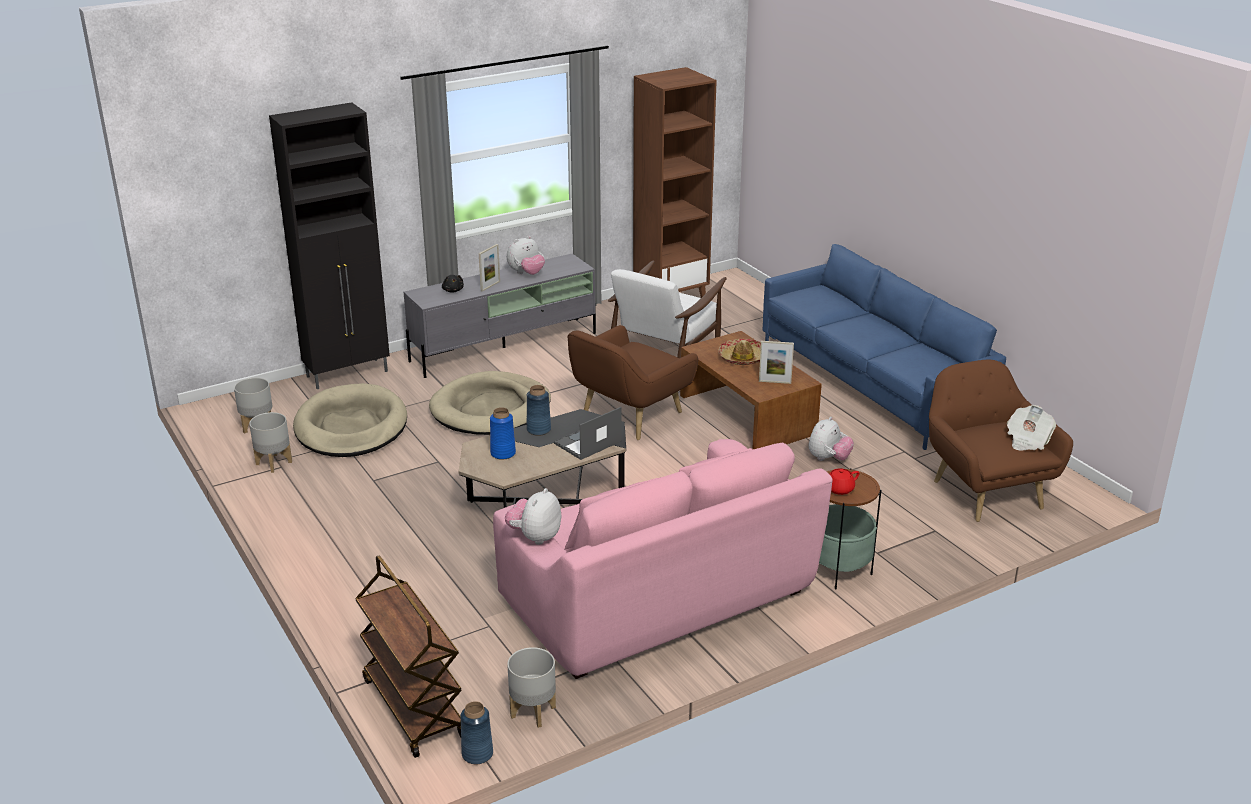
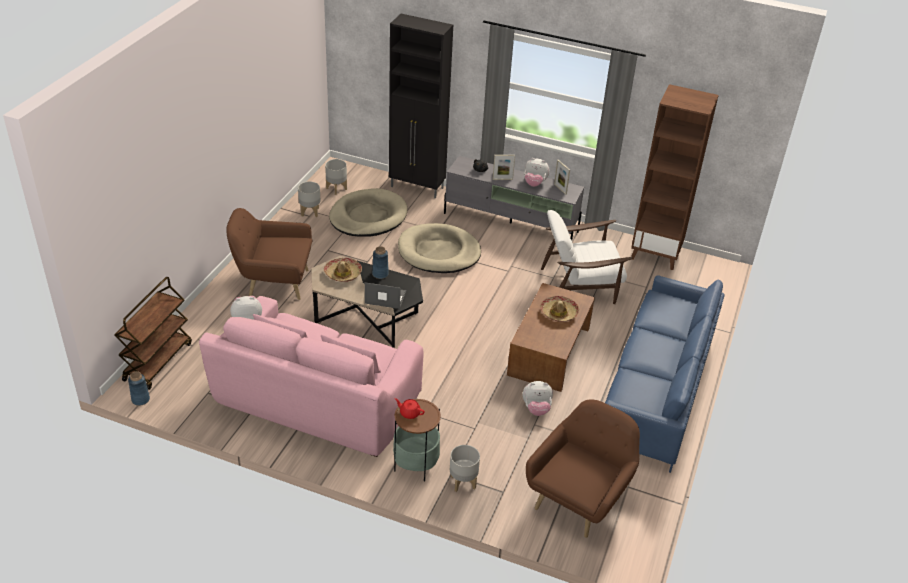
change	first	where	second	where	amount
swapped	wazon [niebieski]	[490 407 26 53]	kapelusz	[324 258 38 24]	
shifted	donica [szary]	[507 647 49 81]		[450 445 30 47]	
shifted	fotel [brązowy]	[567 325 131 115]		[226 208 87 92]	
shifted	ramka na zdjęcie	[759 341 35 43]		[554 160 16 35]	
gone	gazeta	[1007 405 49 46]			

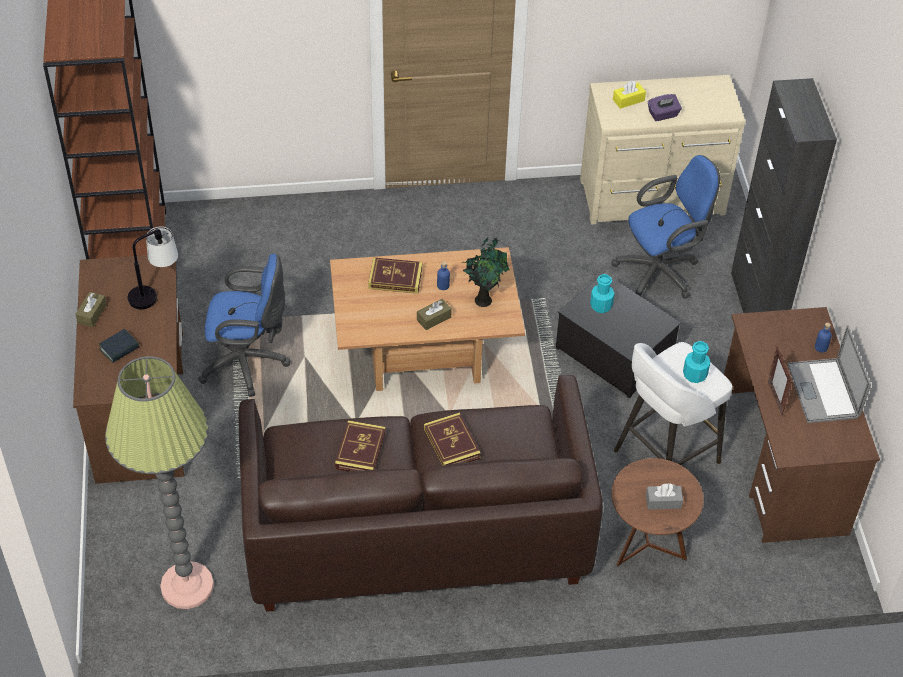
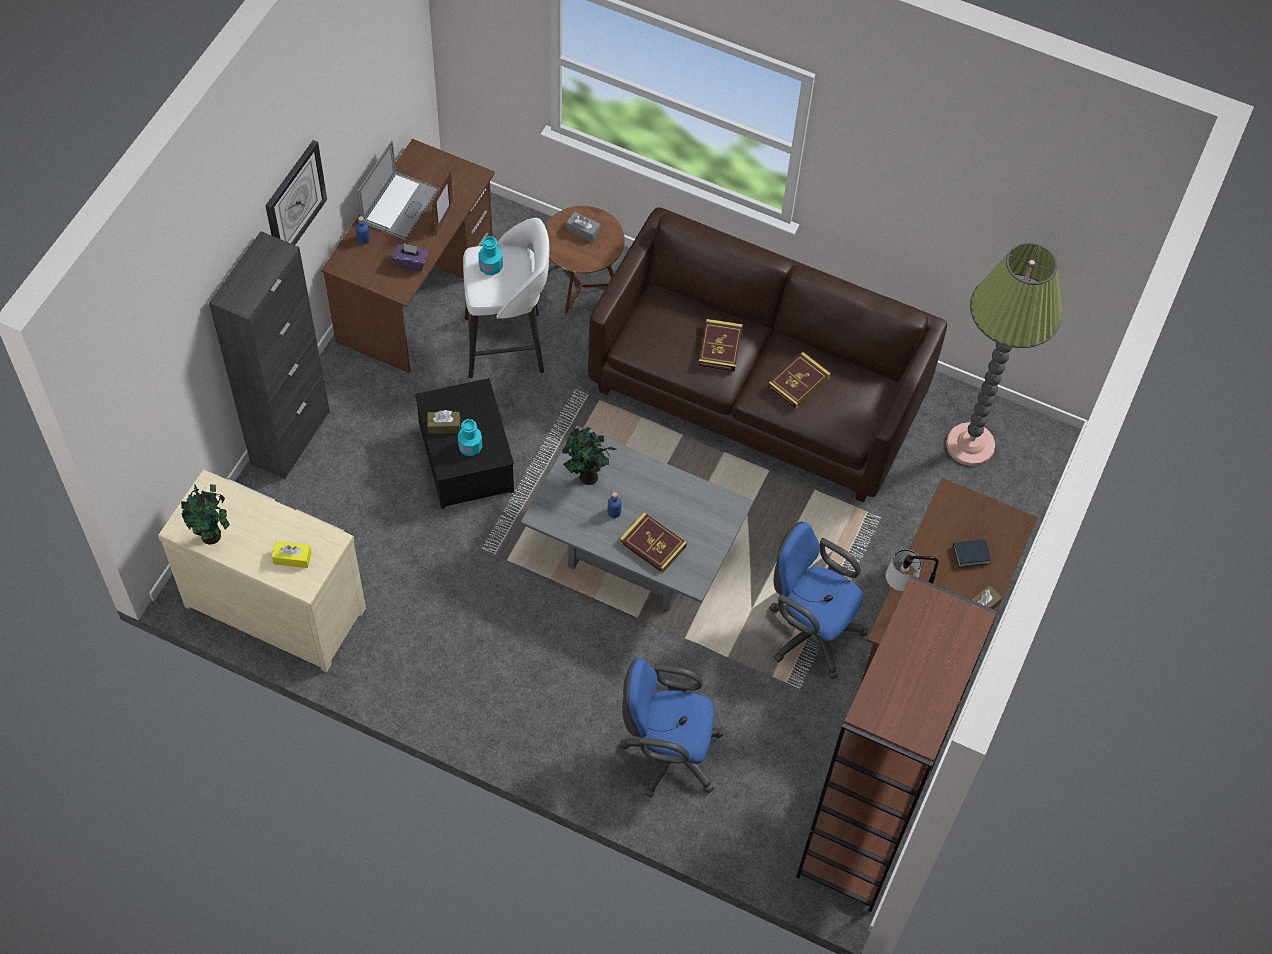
change	first	where	second	where	amount
repainted	ława [brązowy]	[330 247 195 144]	ława [szary]	[521 426 233 185]	
shifted	pudełko chusteczek [brązowy]	[417 299 35 31]		[427 410 33 24]	
shifted	krzesło biurowe [niebieski]	[611 155 109 144]		[620 658 104 140]	
shifted	pudełko chusteczek [fioletowy]	[648 94 34 27]		[391 243 37 29]	
new			roślina doniczkowa	[181 484 49 60]	
new			zegar ścienny	[265 140 62 105]	

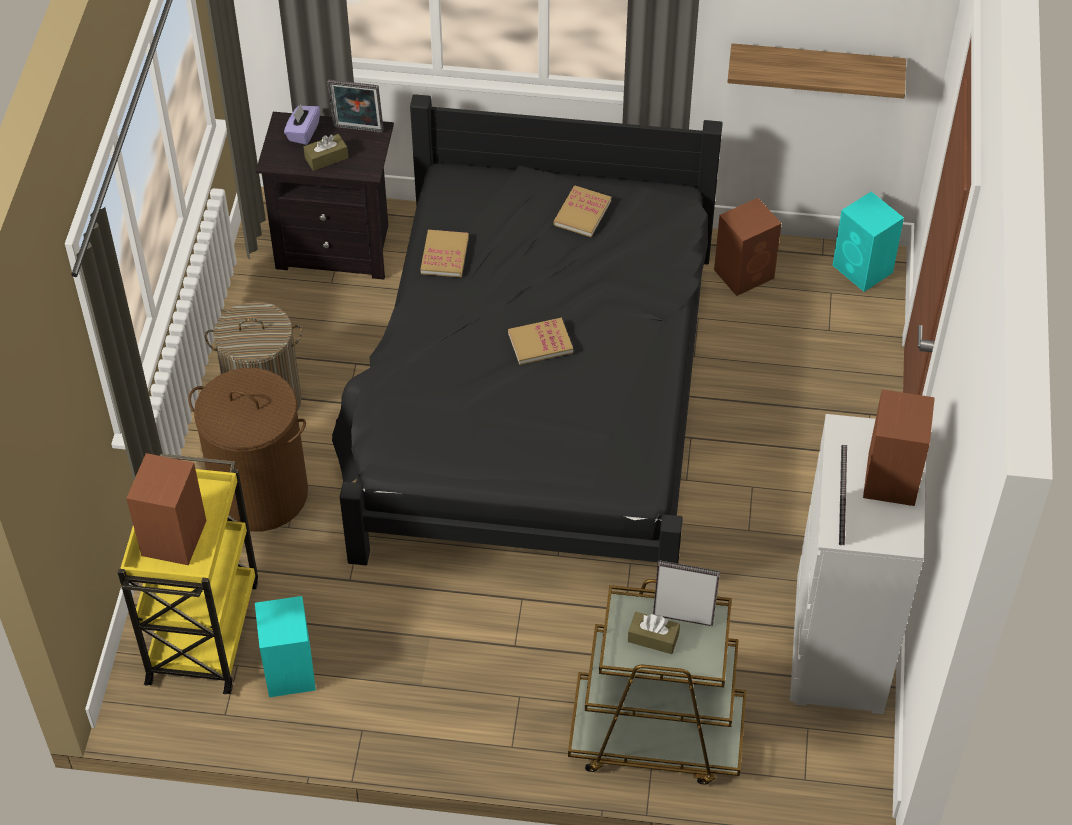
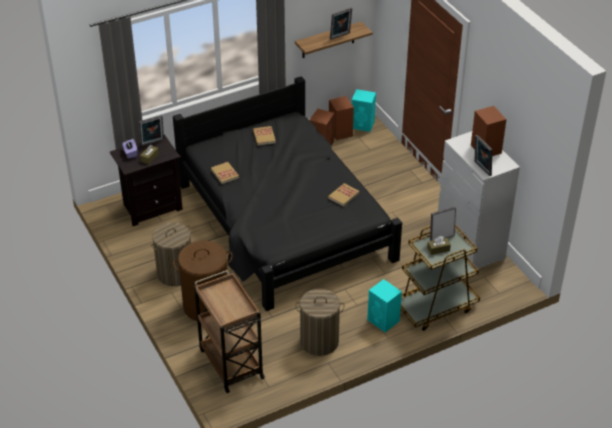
change	first	where	second	where	amount
repainted	wózek [żółty]	[118 454 140 240]	wózek [brązowy]	[194 270 71 123]	
shifted	głośnik [brązowy]	[126 453 80 112]		[329 96 25 44]	
shifted	głośnik [turkusowy]	[255 596 61 101]		[367 279 35 53]	
shifted	książka	[508 318 65 47]		[328 183 31 24]	
new			kosz na pranie	[295 289 50 67]	
new			ramka na zdjęcie	[330 7 22 33]	

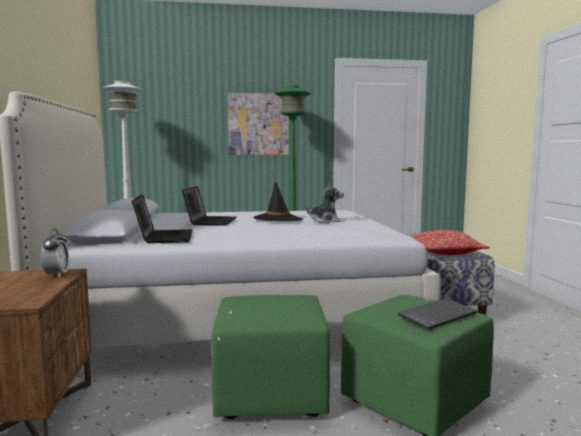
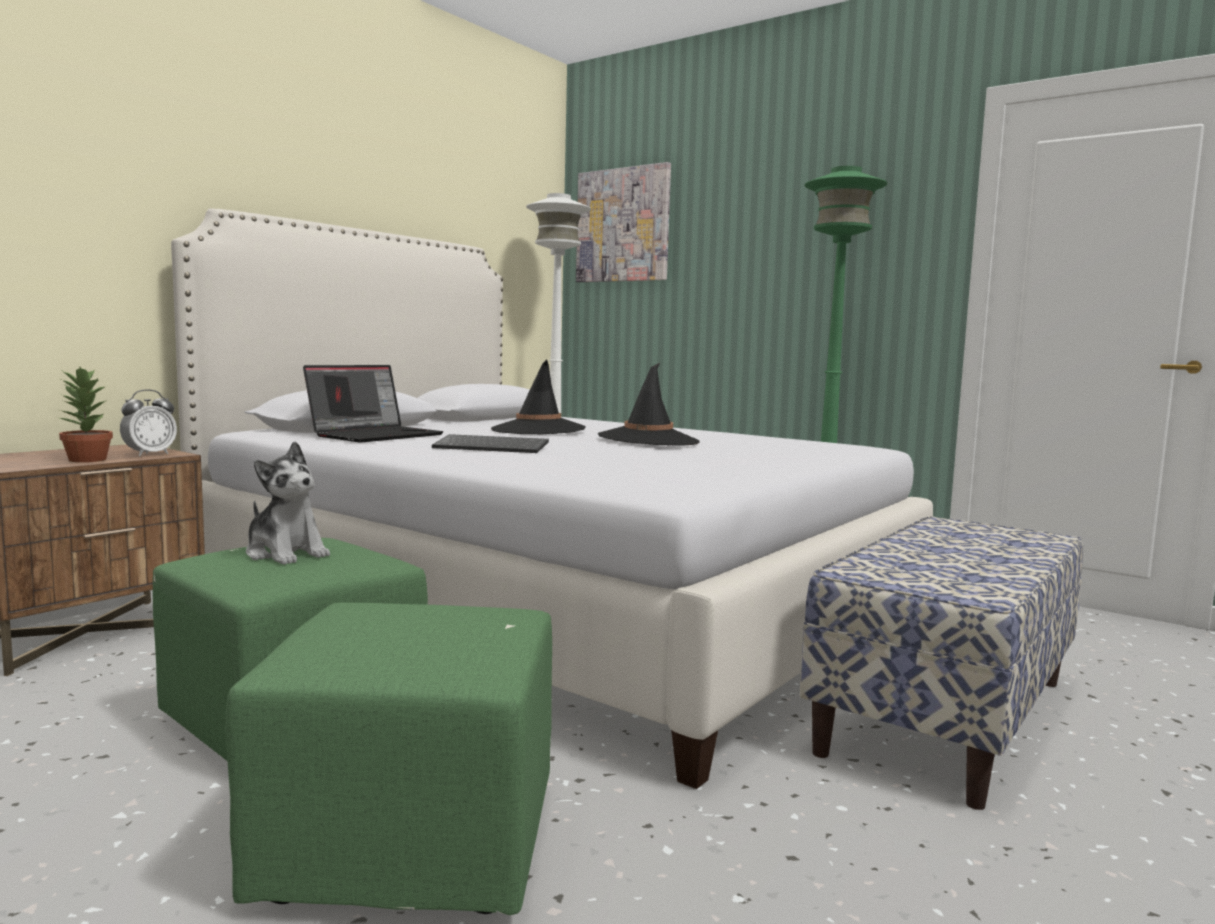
change	first	where	second	where	amount
swapped	laptop	[182 186 55 40]	kapelusz [czarny]	[491 359 95 75]	
shifted	obraz	[228 93 61 62]		[576 162 95 120]	
shifted	pluszak	[305 181 39 42]		[246 441 84 124]	
shifted	klawiatura	[398 298 79 32]		[432 434 117 19]	
gone	poduszka	[411 230 78 25]			
new			roślina doniczkowa	[59 367 54 95]	

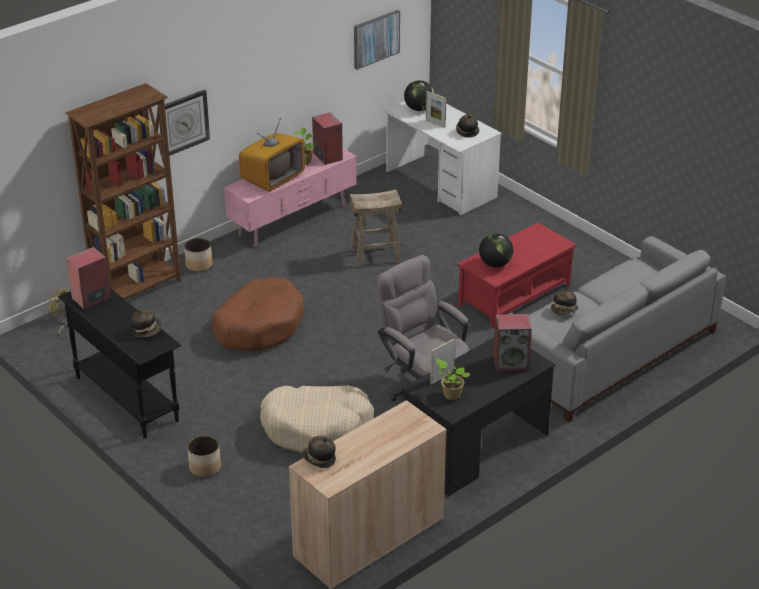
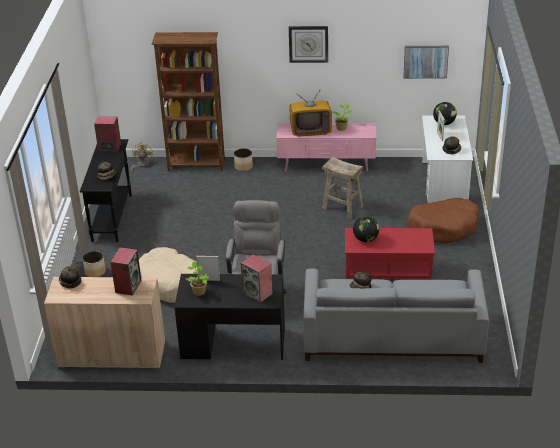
change	first	where	second	where	amount
shifted	zegar ścienny	[159 90 51 66]		[289 26 39 37]	
shifted	legowisko [brązowy]	[212 277 92 74]		[407 198 72 46]	
shifted	głośnik	[312 112 31 53]		[111 247 31 49]	

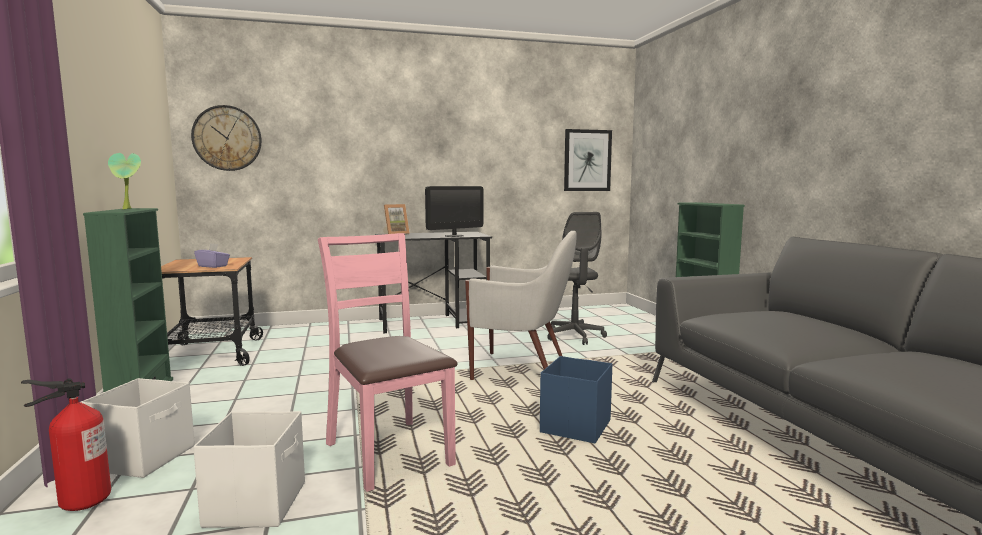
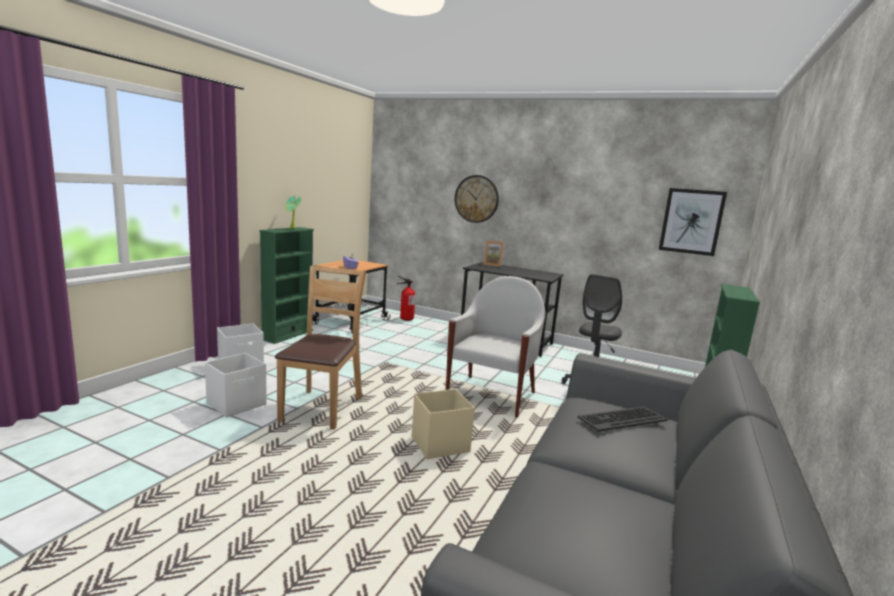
change	first	where	second	where	amount
shifted	gaśnica	[21 378 90 133]		[397 276 18 45]	
shifted	zegar ścienny	[191 105 71 66]		[455 175 44 48]	
repainted	krzesło [różowy]	[318 233 140 259]	krzesło [brązowy]	[275 266 91 164]	
gone	monitor	[425 186 58 51]			
rotated	fotel [biały]	[465 231 112 149]		[446 276 99 142]	120 degrees counterclockwise
repainted	pojemnik do przechowywania [niebieski]	[540 356 72 87]	pojemnik do przechowywania [beżowy]	[412 389 63 70]	
new			klawiatura	[578 406 90 26]	

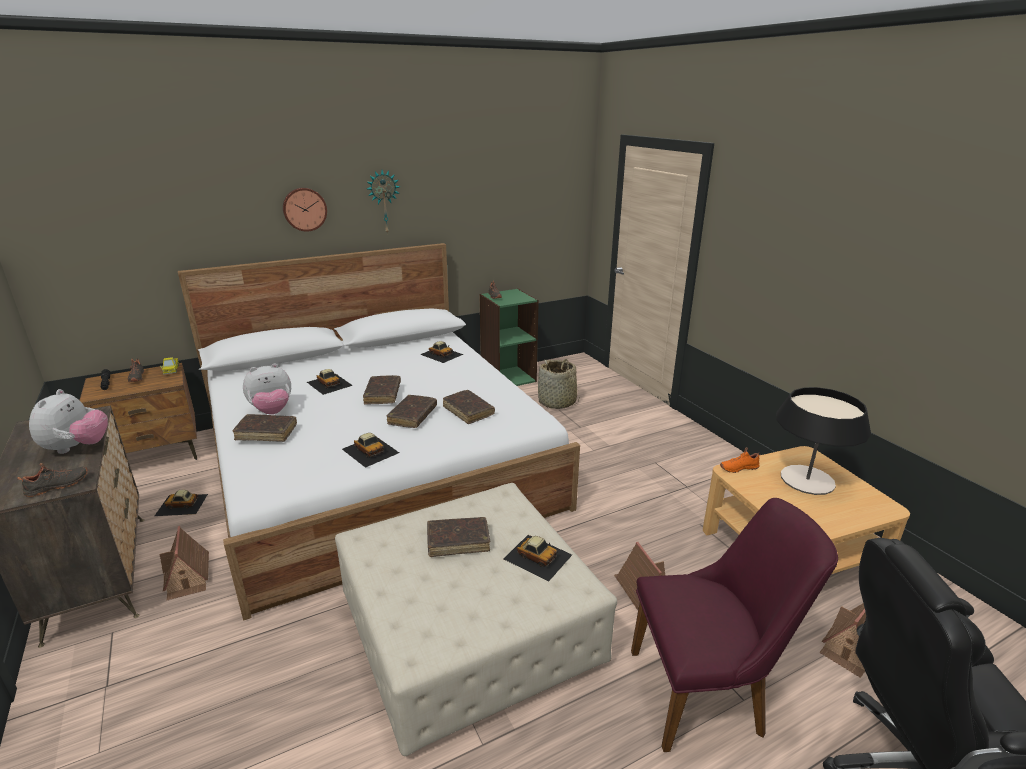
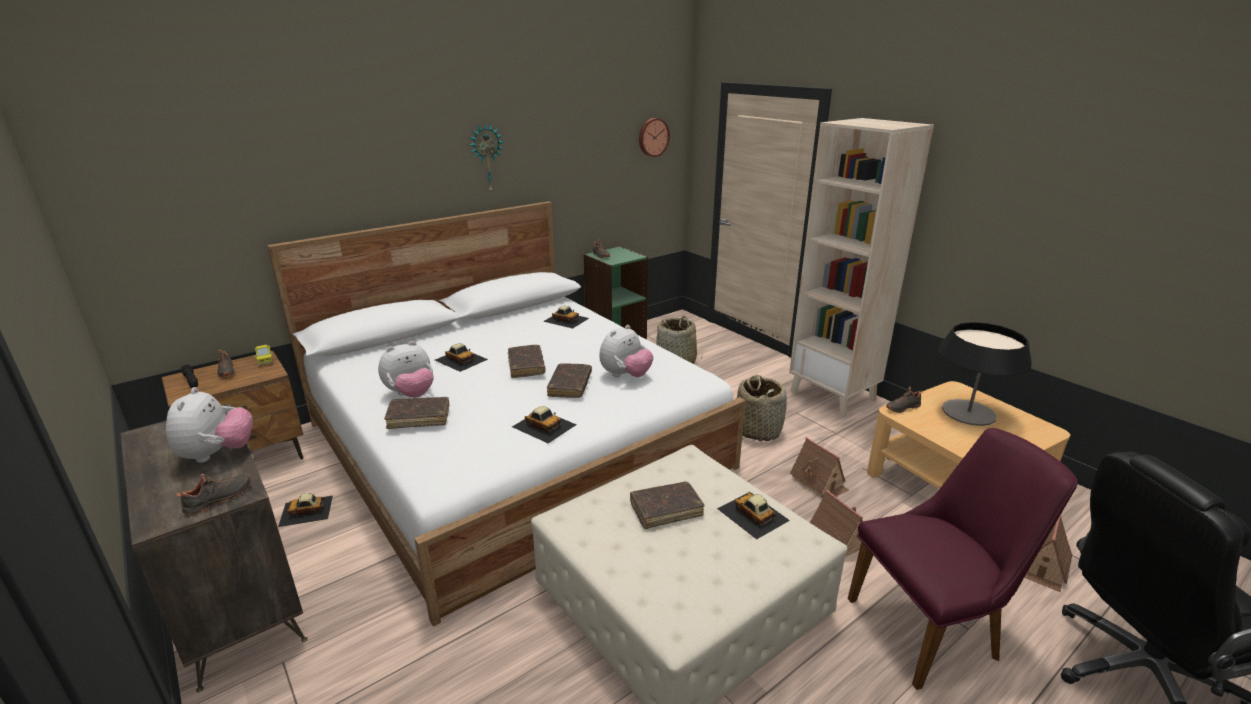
change	first	where	second	where	amount
shifted	domek	[159 526 50 74]		[790 437 59 61]	
shifted	zegar ścienny	[283 188 44 44]		[639 118 31 39]	
swapped	książka [brązowy]	[443 390 52 34]	pluszak	[599 325 54 52]	
rotated	samochodzik	[504 535 68 46]		[717 492 73 48]	150 degrees counterclockwise
repainted	but [pomarańczowy]	[720 447 41 26]	but [czarny]	[886 387 37 26]	
new			koszyk	[737 375 50 66]	
new			regał [beżowy]	[789 118 145 299]	

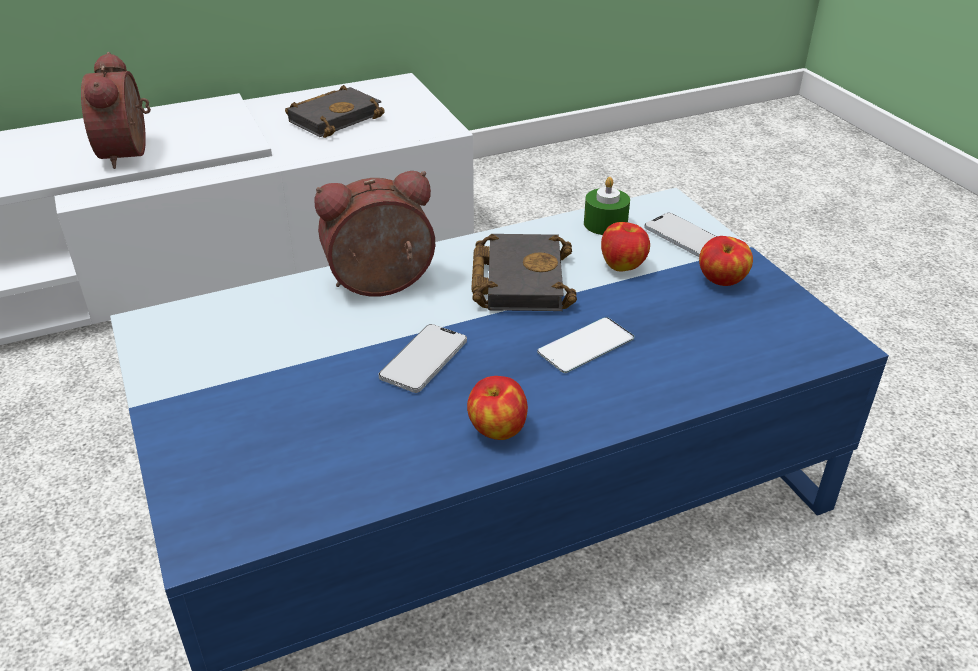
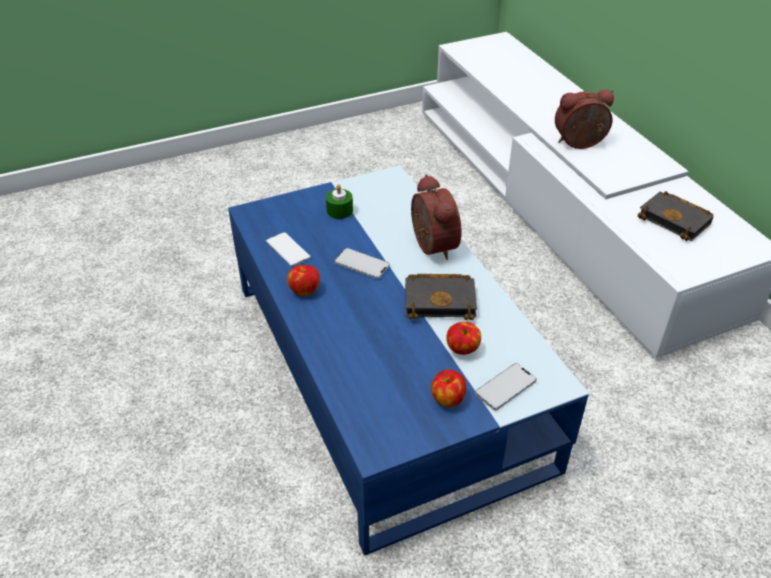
change	first	where	second	where	amount
shifted	telefon	[537 317 98 56]		[266 232 45 34]	
shifted	świeca [zielony]	[584 177 46 58]		[326 184 27 35]	

